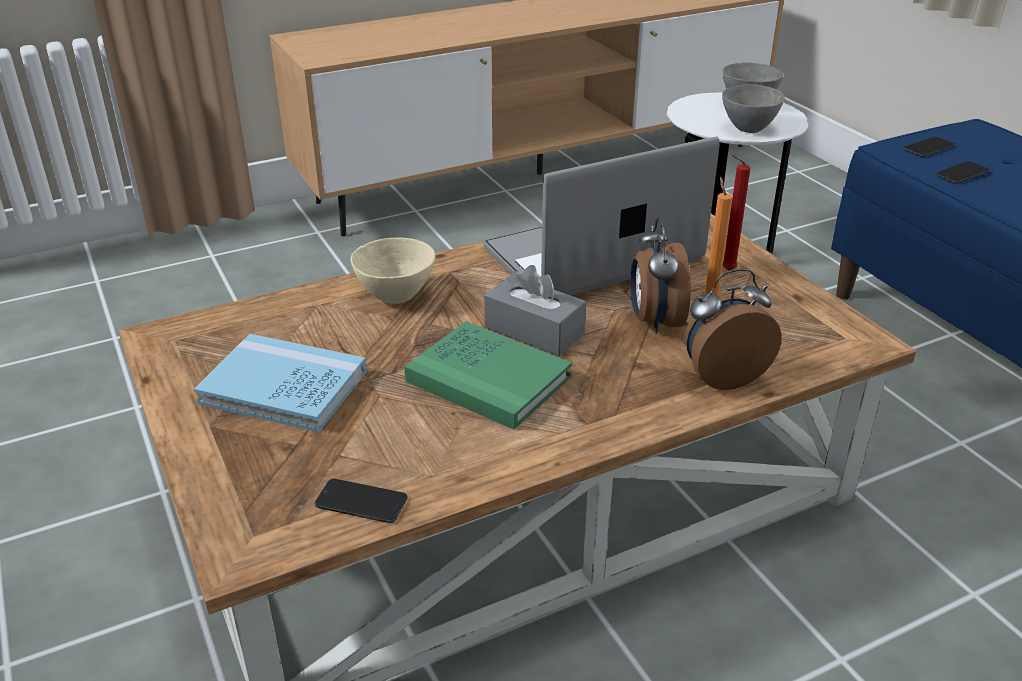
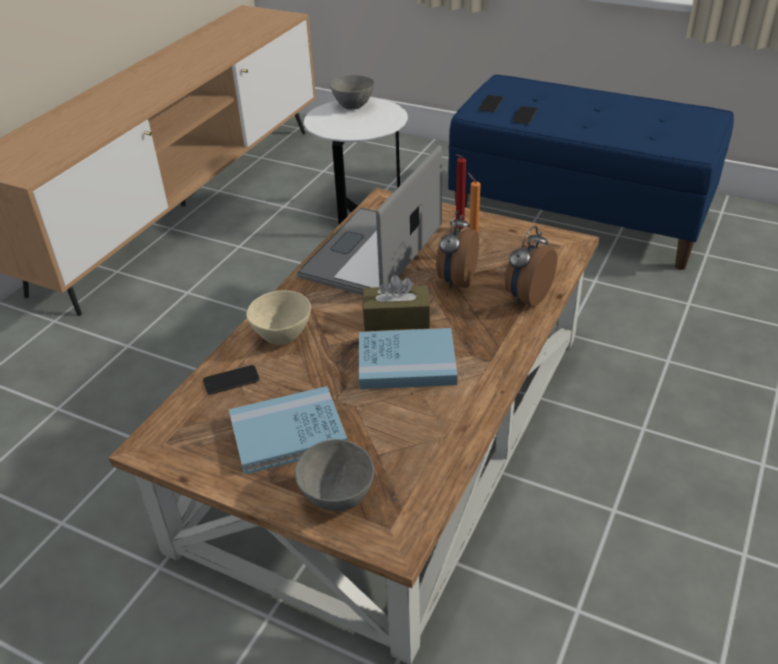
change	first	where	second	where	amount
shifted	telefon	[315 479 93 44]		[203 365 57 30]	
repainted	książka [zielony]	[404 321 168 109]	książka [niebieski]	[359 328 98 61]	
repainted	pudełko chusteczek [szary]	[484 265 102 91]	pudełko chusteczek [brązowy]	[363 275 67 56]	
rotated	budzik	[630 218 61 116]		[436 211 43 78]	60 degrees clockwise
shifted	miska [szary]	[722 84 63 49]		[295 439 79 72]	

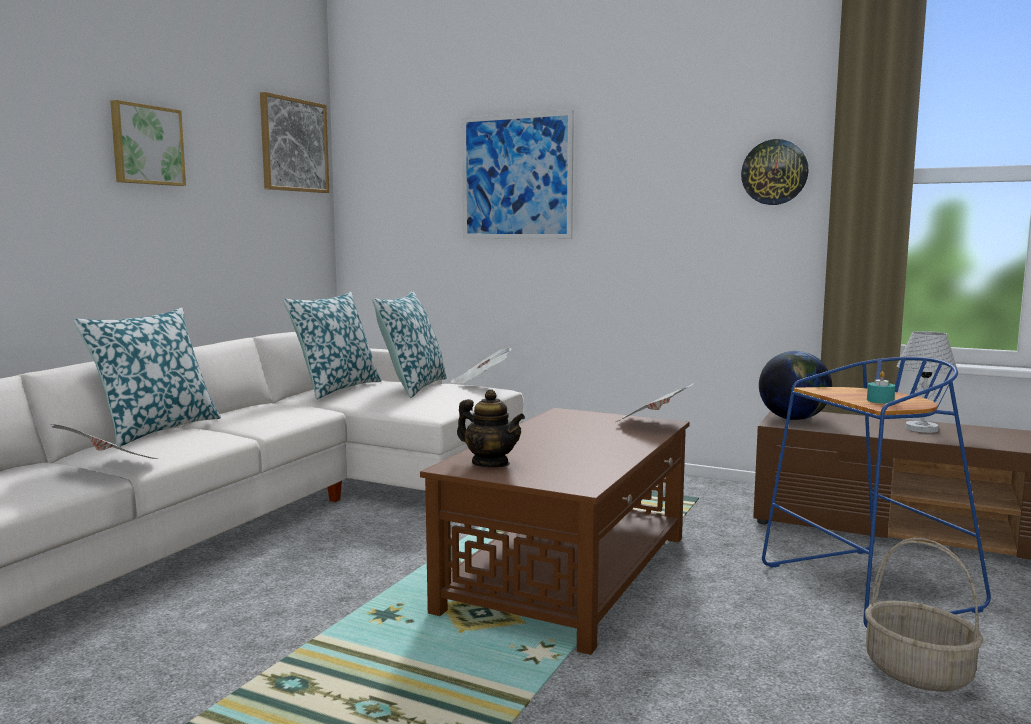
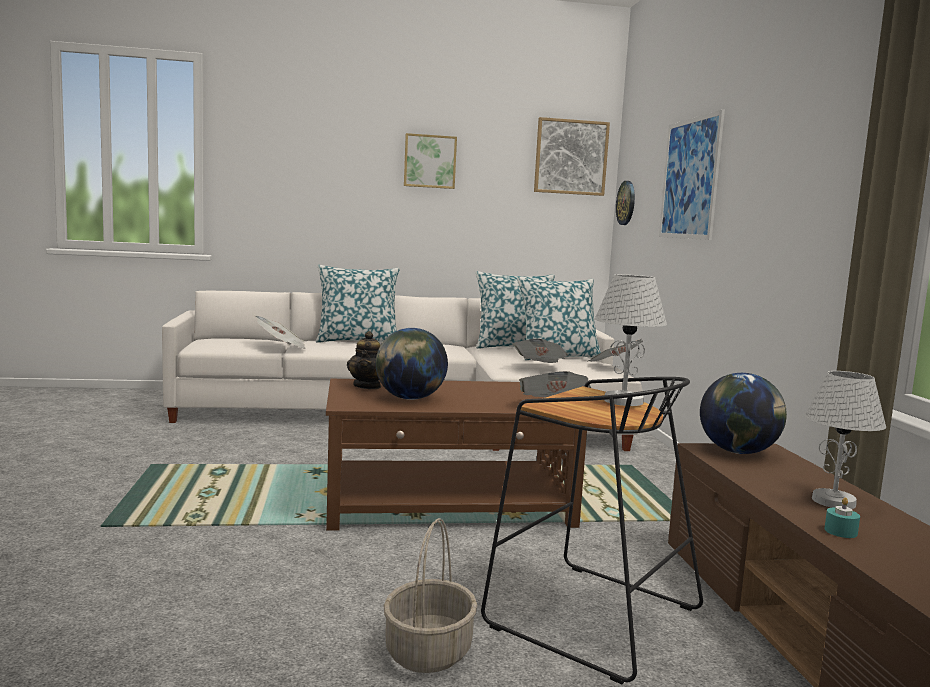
change	first	where	second	where	amount
shifted	zegar ścienny	[741 139 68 66]		[616 181 19 44]	
repainted	stołek [niebieski]	[762 357 229 271]	stołek [czarny]	[481 377 222 307]	
shifted	świeca [turkusowy]	[867 371 28 33]		[824 497 36 41]	
new			globus	[375 328 73 72]	
new			gazeta	[513 339 55 24]	
new			lampa stołowa [biały]	[595 274 72 132]	

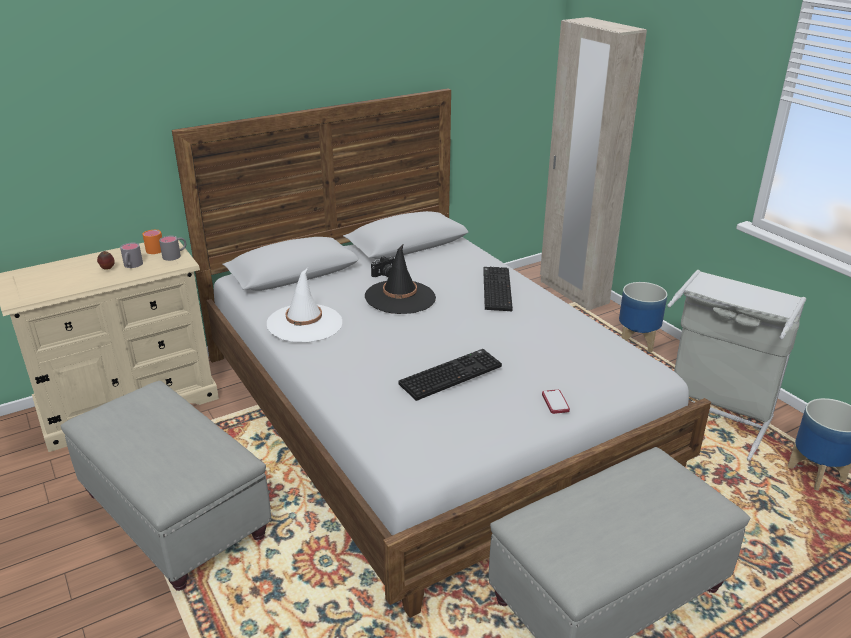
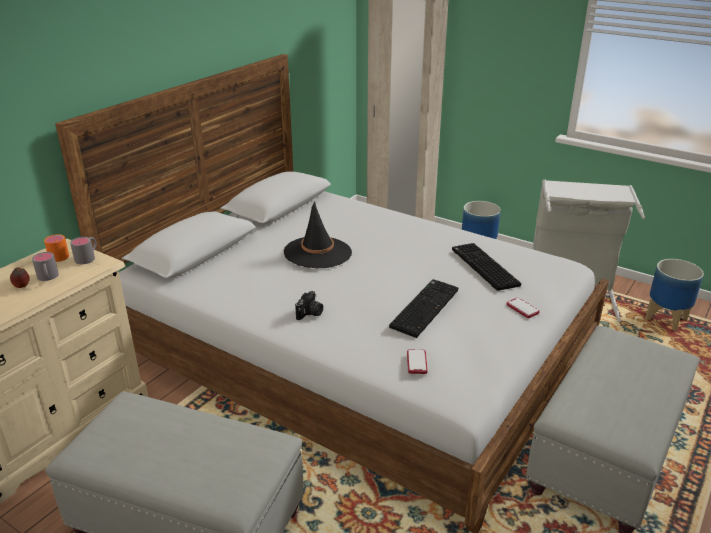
change	first	where	second	where	amount
gone	kapelusz [biały]	[267 268 75 74]			
shifted	aparat fotograficzny	[371 256 23 21]		[295 291 28 29]	
shifted	klawiatura	[483 267 30 44]		[452 243 69 48]	
new			telefon	[407 350 21 24]	

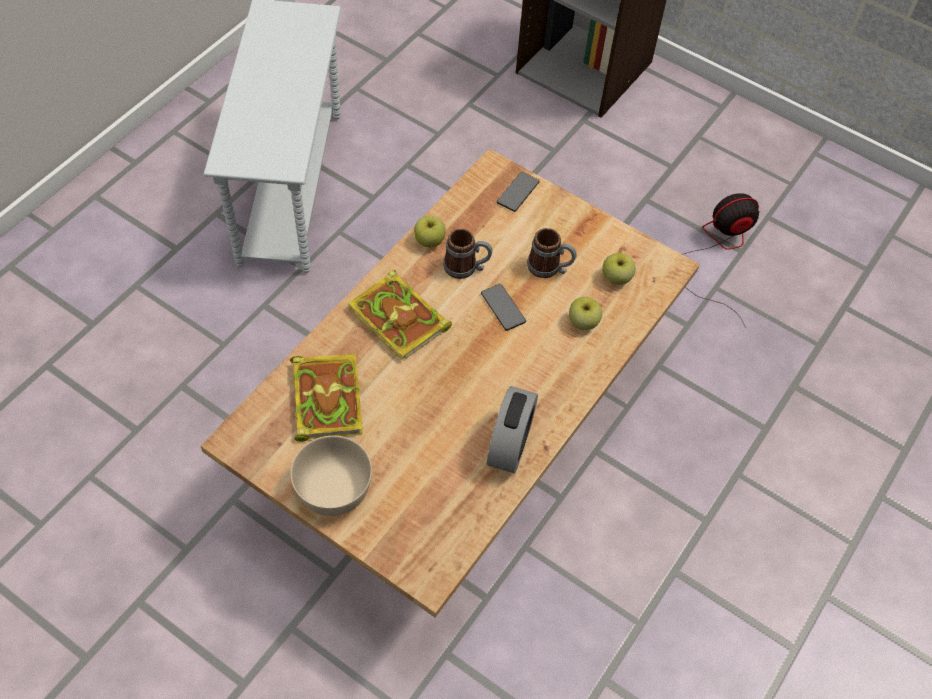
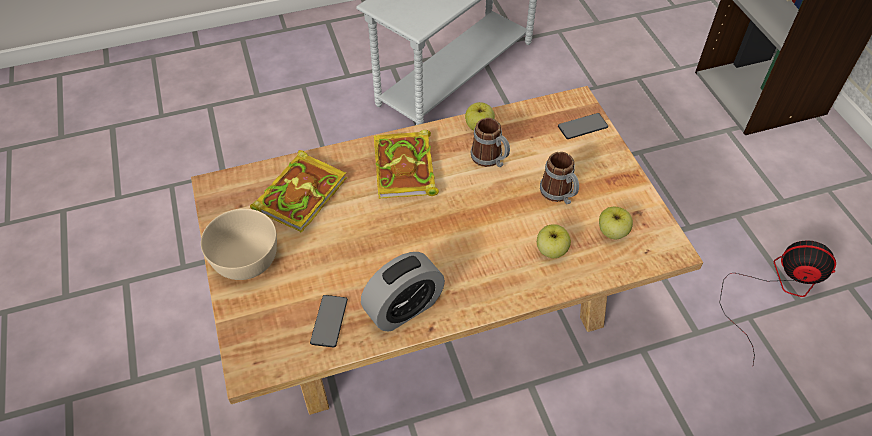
change	first	where	second	where	amount
shifted	telefon	[481 284 45 47]		[310 295 38 53]	

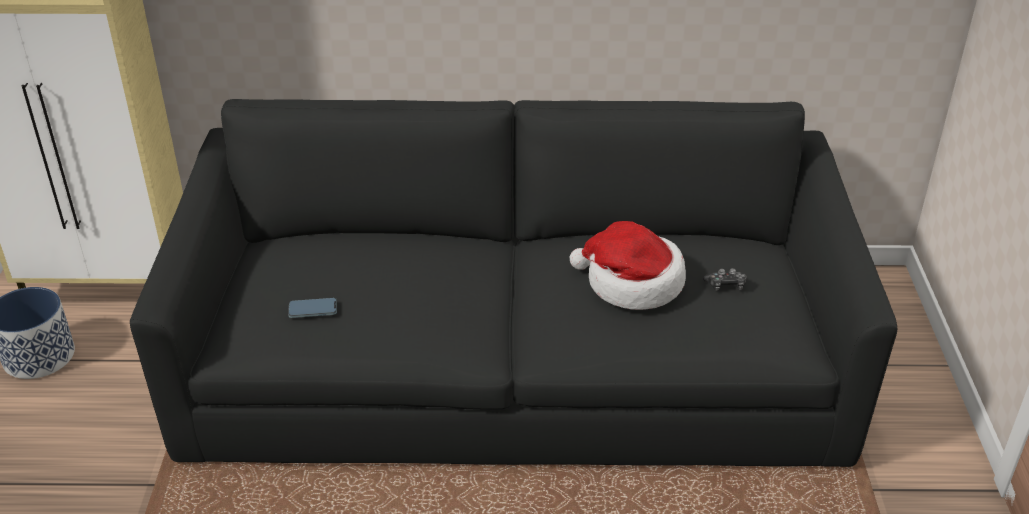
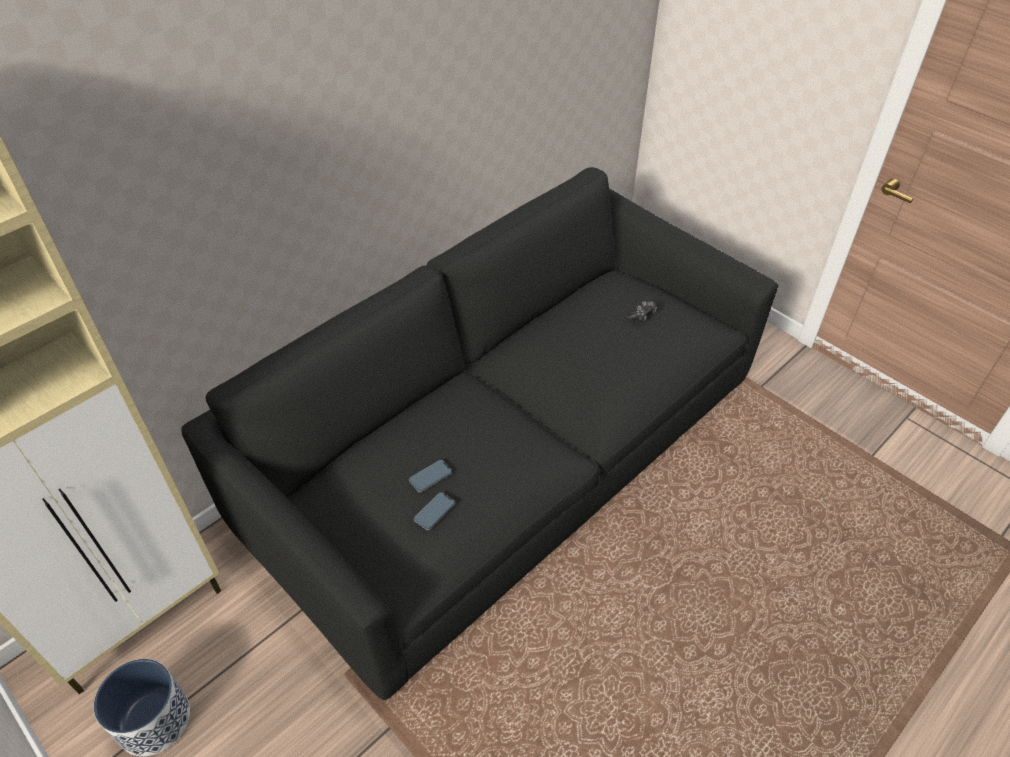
change	first	where	second	where	amount
gone	kapelusz	[570 221 116 89]			
new			telefon	[409 460 43 32]	

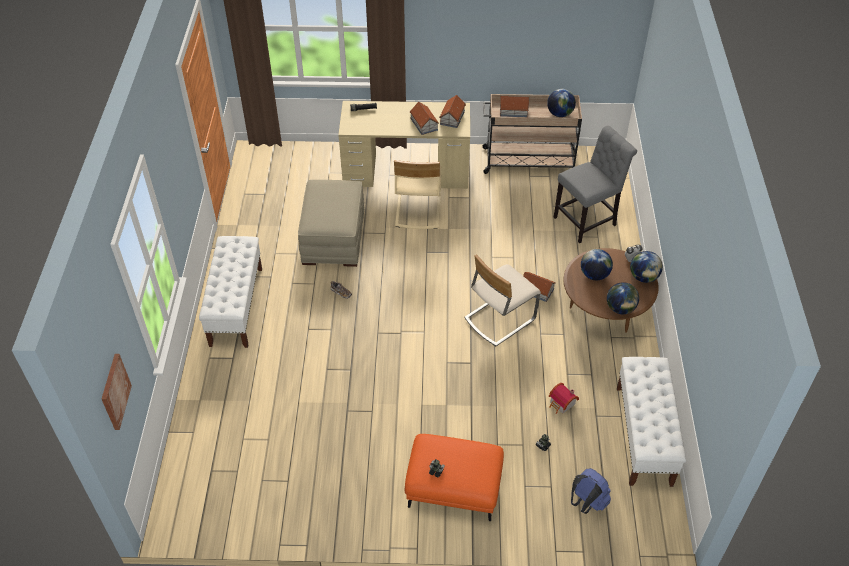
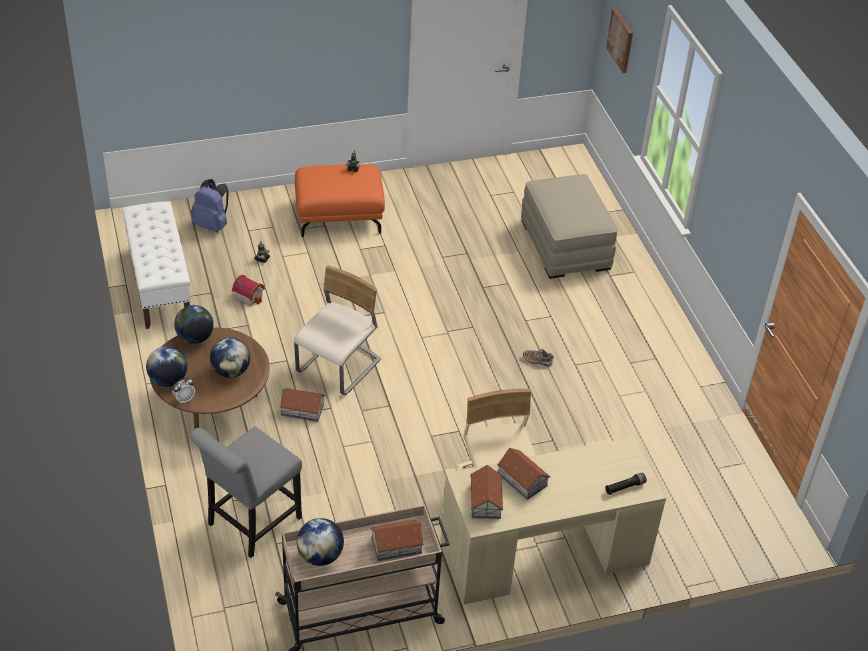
change	first	where	second	where	amount
gone	ławka [biały]	[199 236 63 112]			
shifted	pufa [beżowy]	[298 180 66 87]		[521 174 96 105]	

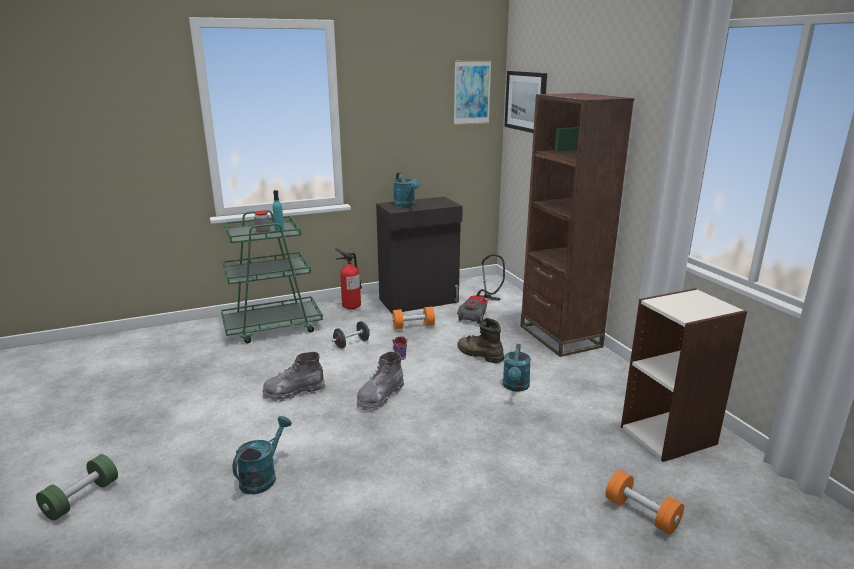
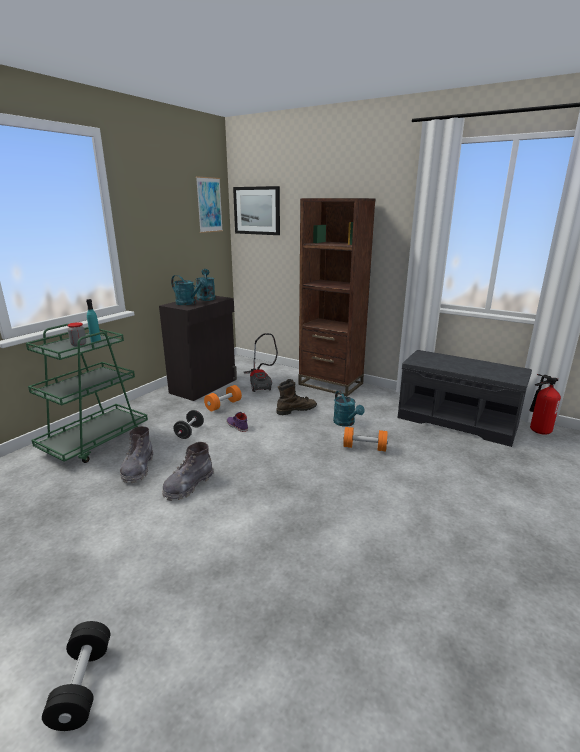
change	first	where	second	where	amount
repainted	hantel [zielony]	[36 454 82 67]	hantel [czarny]	[42 621 68 110]	
shifted	konewka [turkusowy]	[232 416 60 78]		[196 269 19 32]	
shifted	gaśnica	[335 248 27 61]		[529 374 32 61]	
shifted	but z cholewką [szary]	[357 352 47 59]		[120 426 33 57]	
rotated	but z cholewką [brązowy]	[457 318 47 45]		[276 379 41 36]	150 degrees clockwise
shifted	hantel [pomarańczowy]	[605 470 79 65]		[343 427 45 24]	
swapped	regał	[621 288 126 174]	ławka [szary]	[398 350 134 97]	

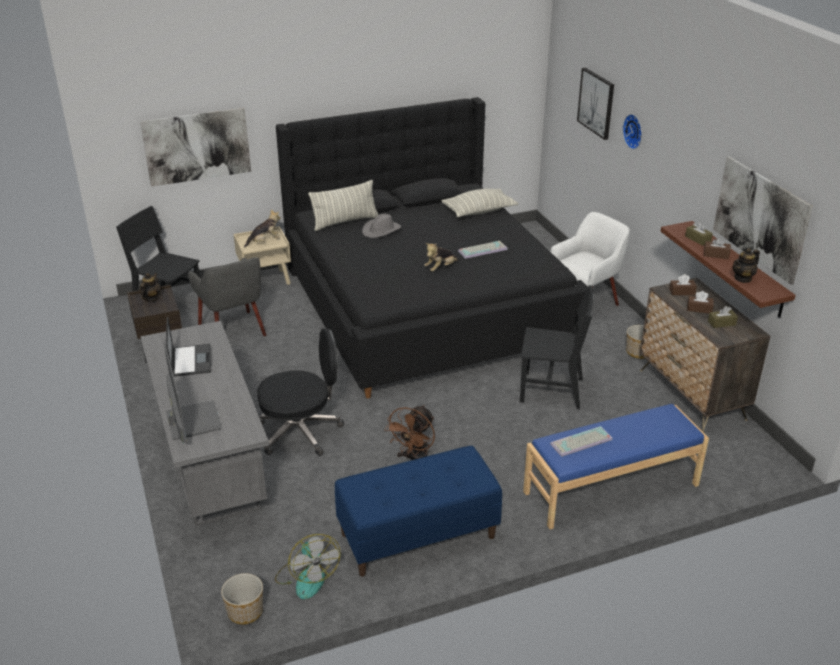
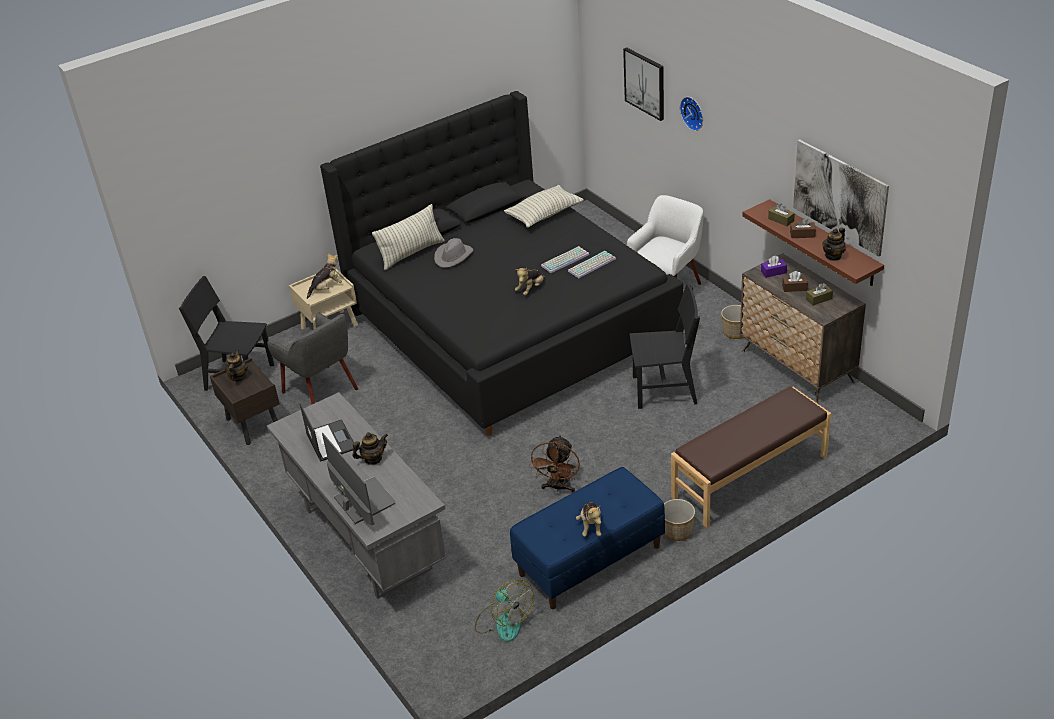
change	first	where	second	where	amount
gone	obraz	[140 108 111 79]			
shifted	donica	[221 573 42 51]		[664 499 31 42]	
gone	krzesło biurowe [czarny]	[257 328 87 128]			
repainted	ławka [niebieski]	[523 404 186 125]	ławka [brązowy]	[671 387 160 141]	
shifted	klawiatura	[550 426 63 31]		[568 251 48 27]	
repainted	pudełko chusteczek [brązowy]	[669 274 28 21]	pudełko chusteczek [fioletowy]	[761 256 26 22]	
new			imbryk	[353 432 35 33]	
new			pluszak	[576 502 26 35]	

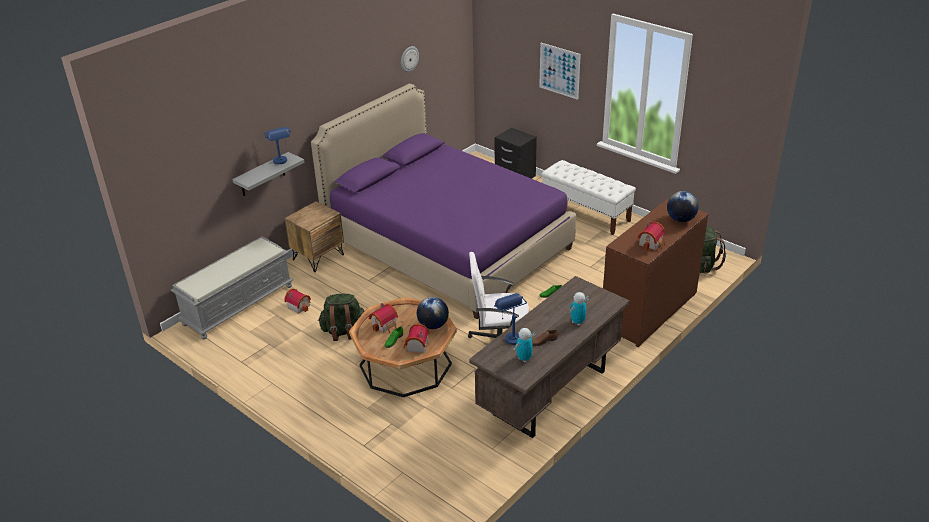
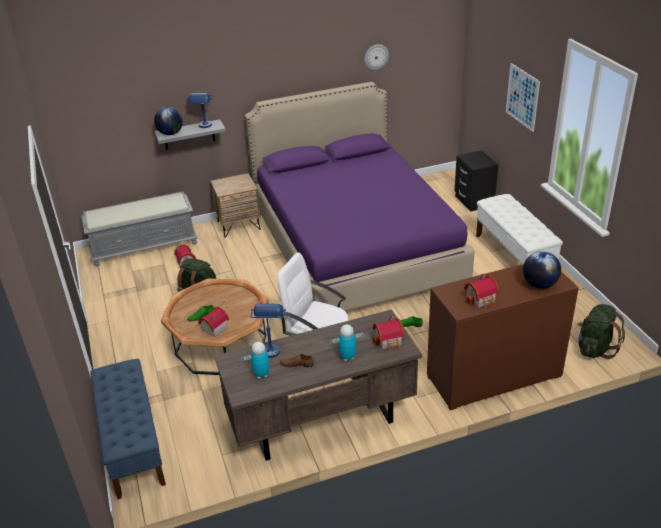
change	first	where	second	where	amount
shifted	domek	[369 303 29 30]		[373 316 32 36]	
shifted	globus	[417 297 32 32]		[154 107 29 28]	
new			ławka [niebieski]	[91 359 75 140]	

